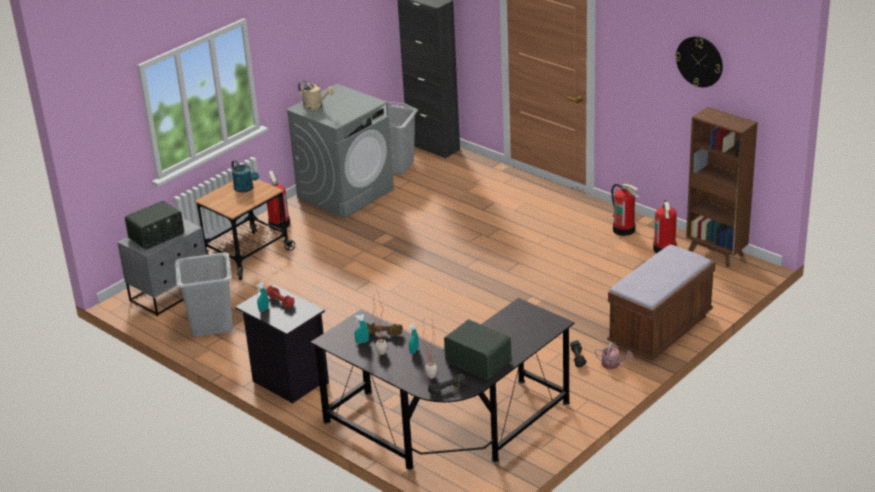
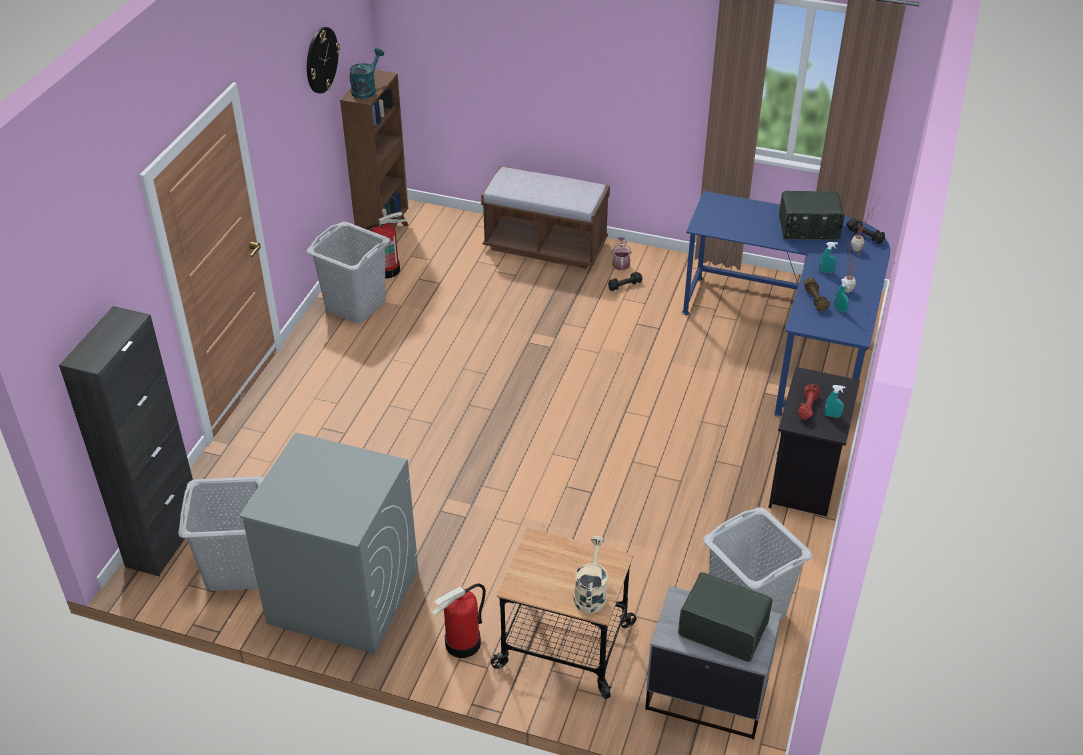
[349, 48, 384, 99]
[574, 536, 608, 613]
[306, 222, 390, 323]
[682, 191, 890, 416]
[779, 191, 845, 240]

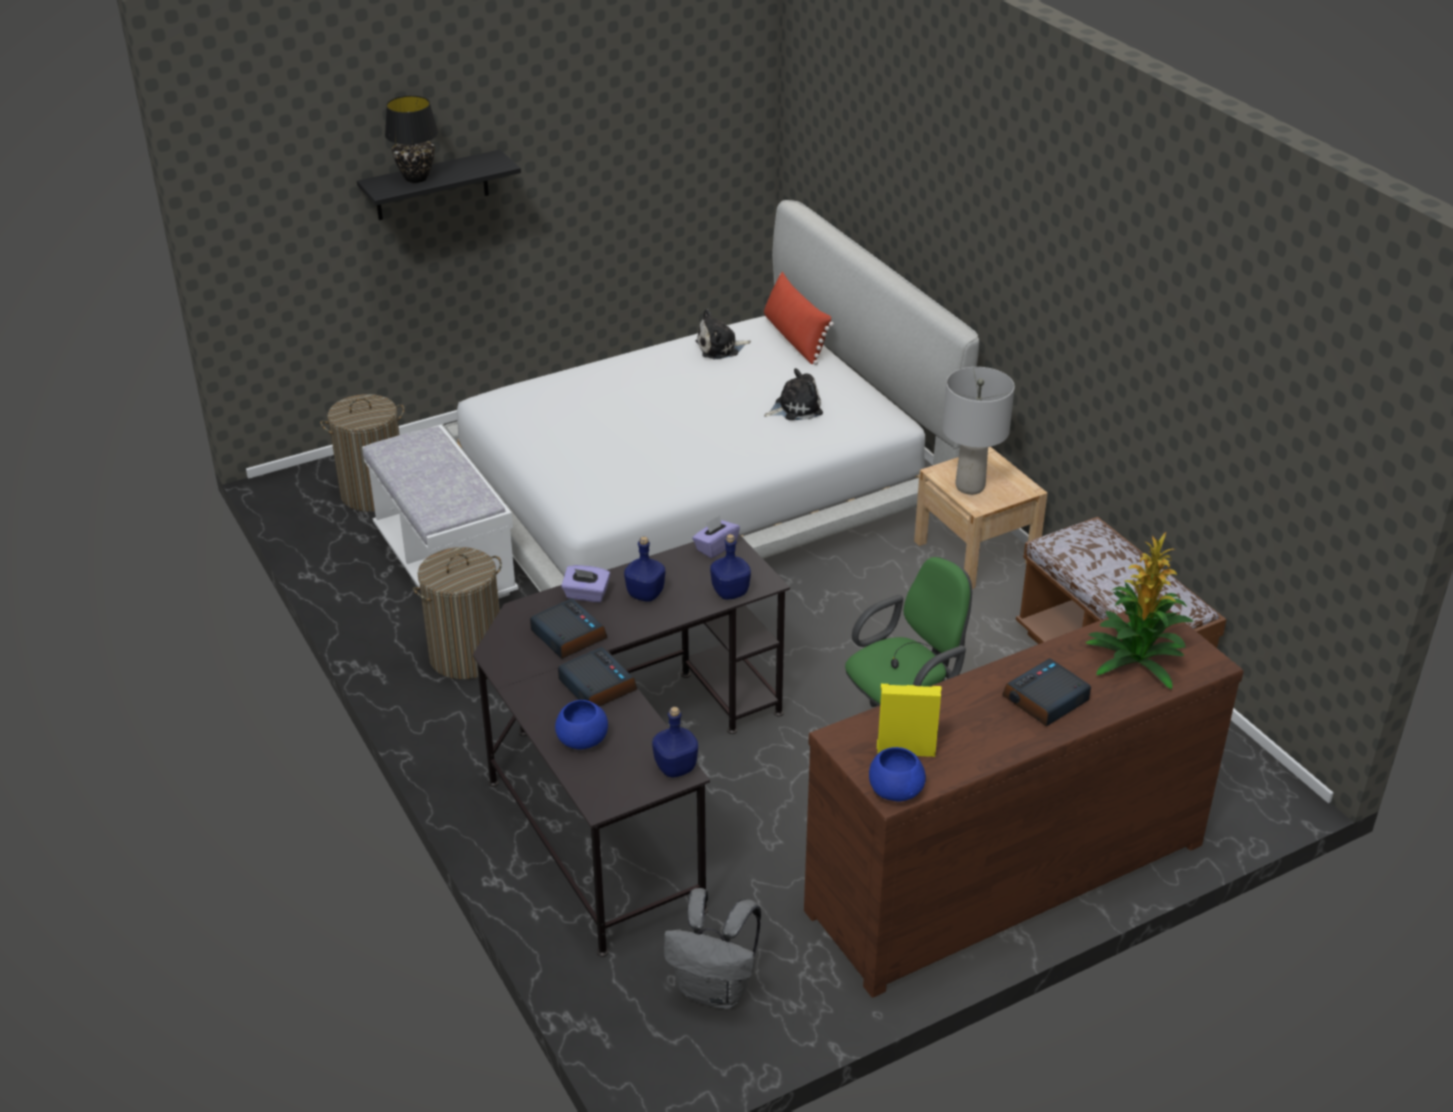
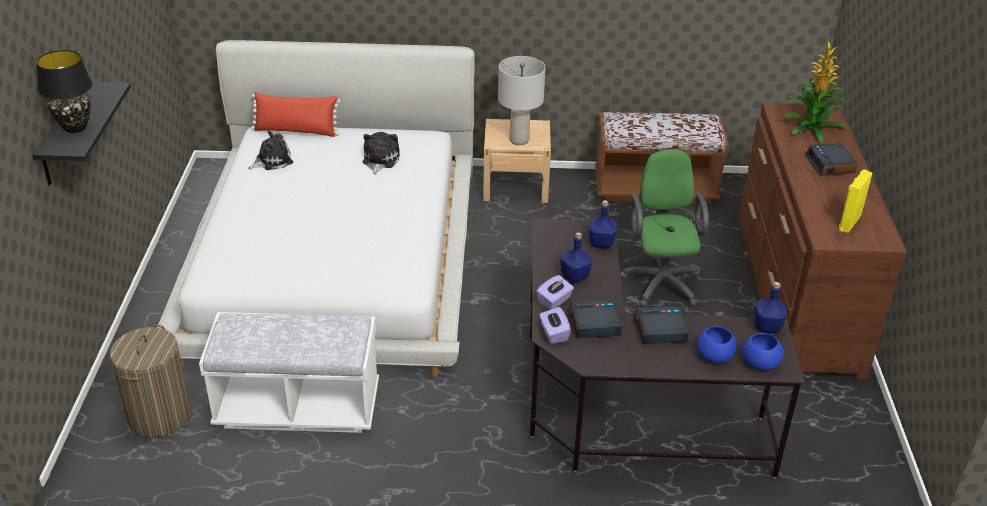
[413, 547, 502, 679] (first image)
[664, 888, 761, 1009] (first image)
[539, 307, 571, 344]
[742, 333, 784, 370]
[248, 130, 293, 170]

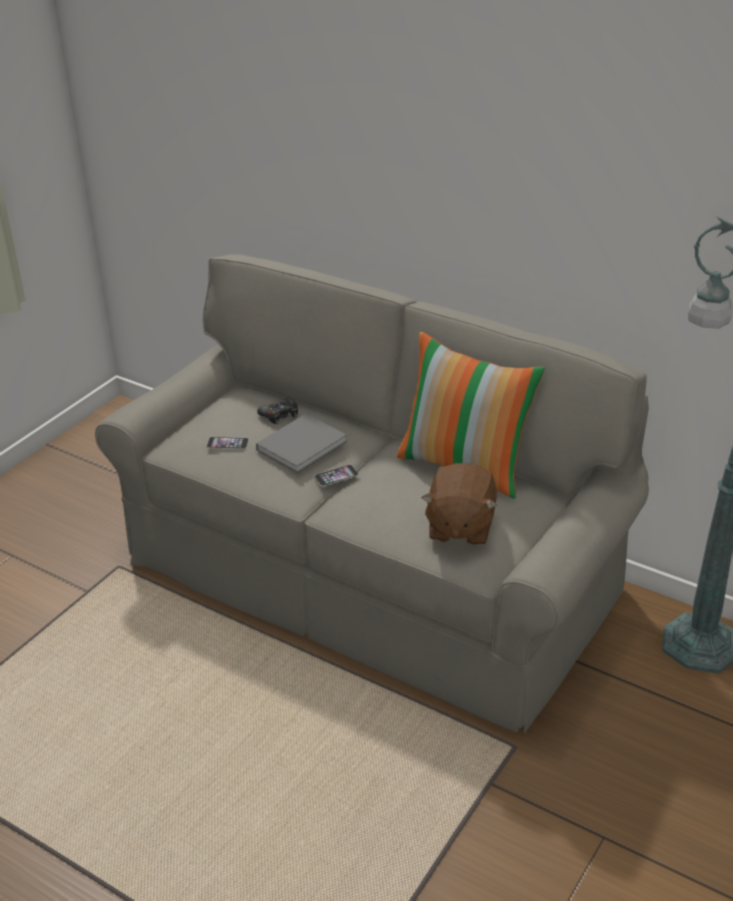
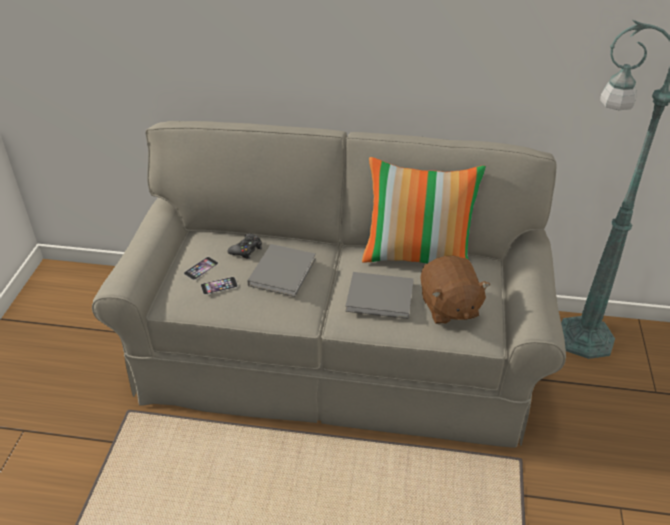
[345, 272, 414, 319]
[184, 257, 218, 280]

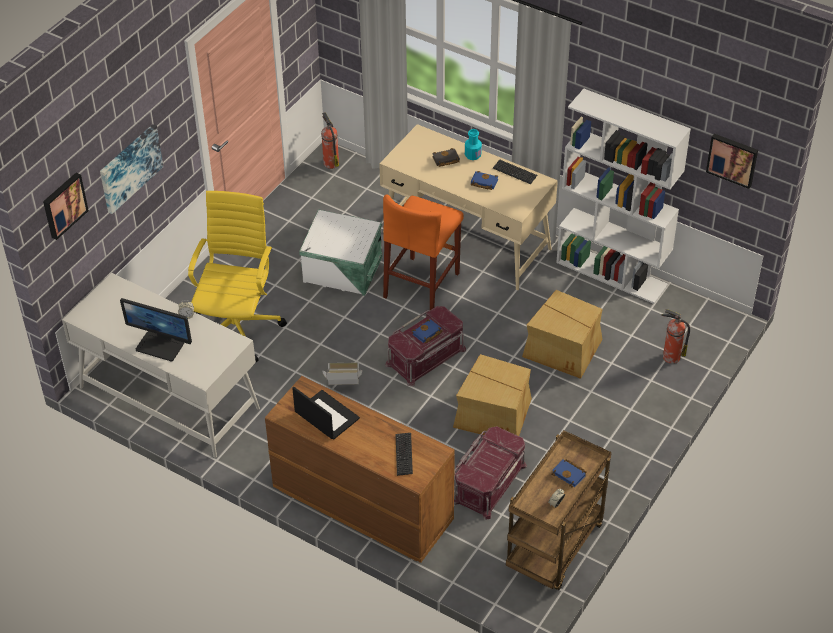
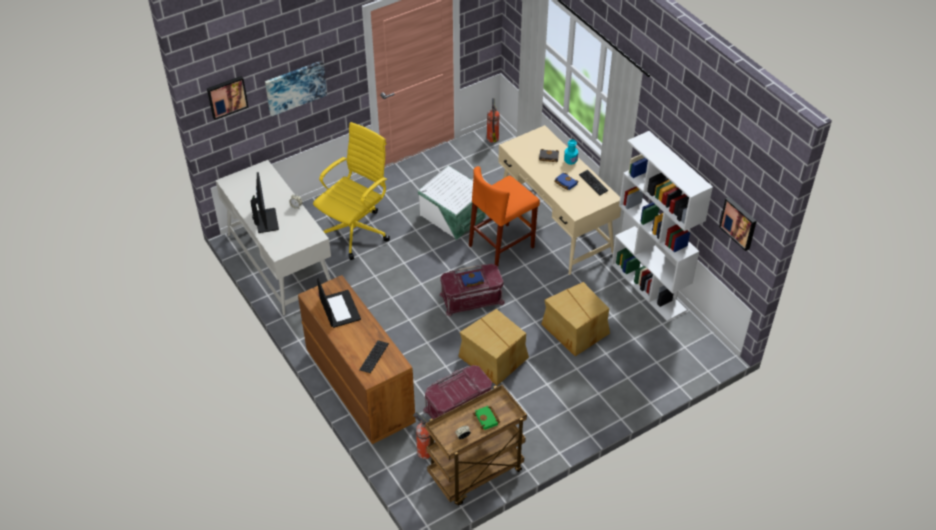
[322, 362, 362, 385] (first image)
[413, 412, 431, 459]
[473, 406, 500, 430]
[251, 172, 279, 233]

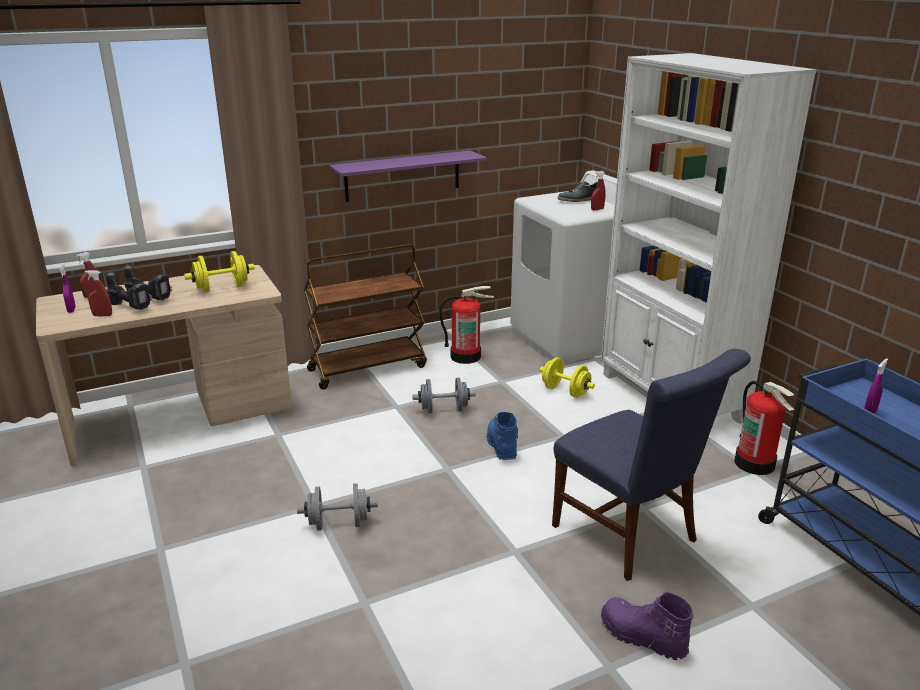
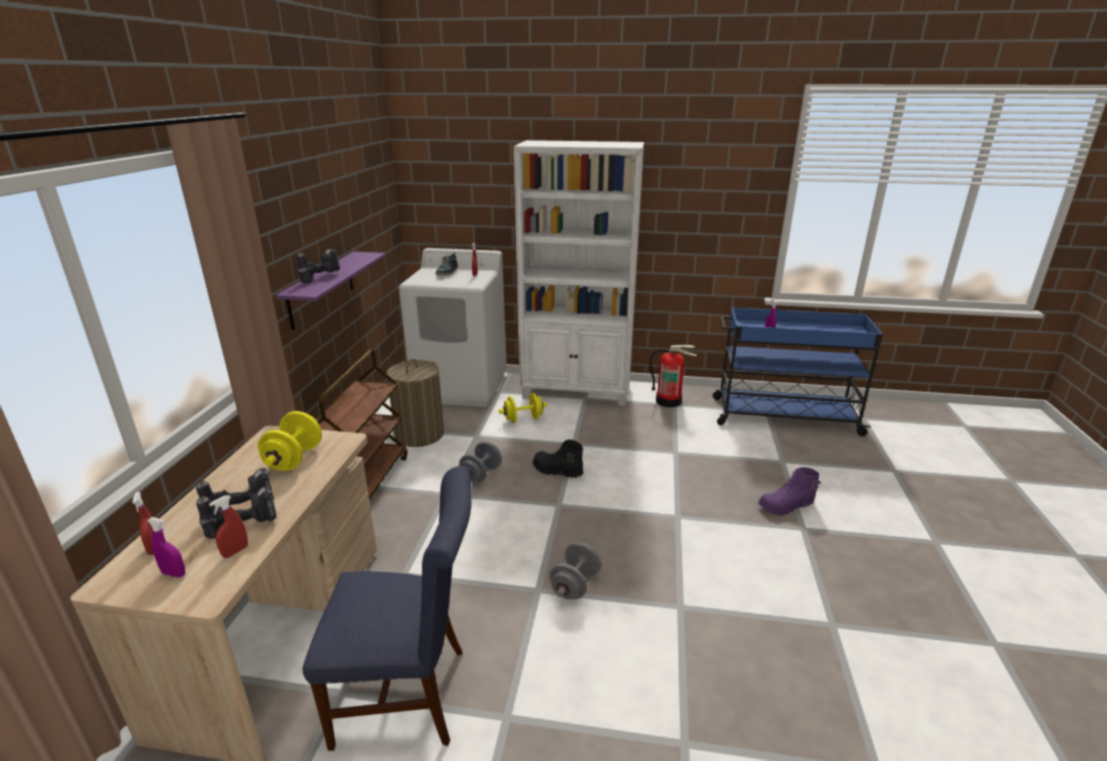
[297, 249, 340, 284]
[303, 466, 472, 751]
[387, 359, 444, 447]
[533, 439, 584, 478]

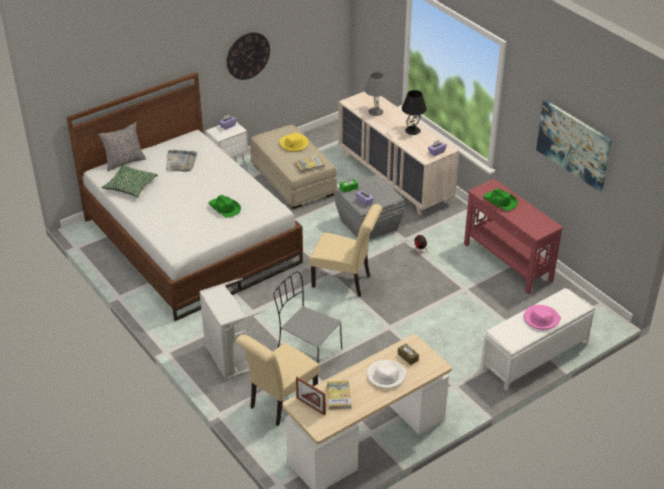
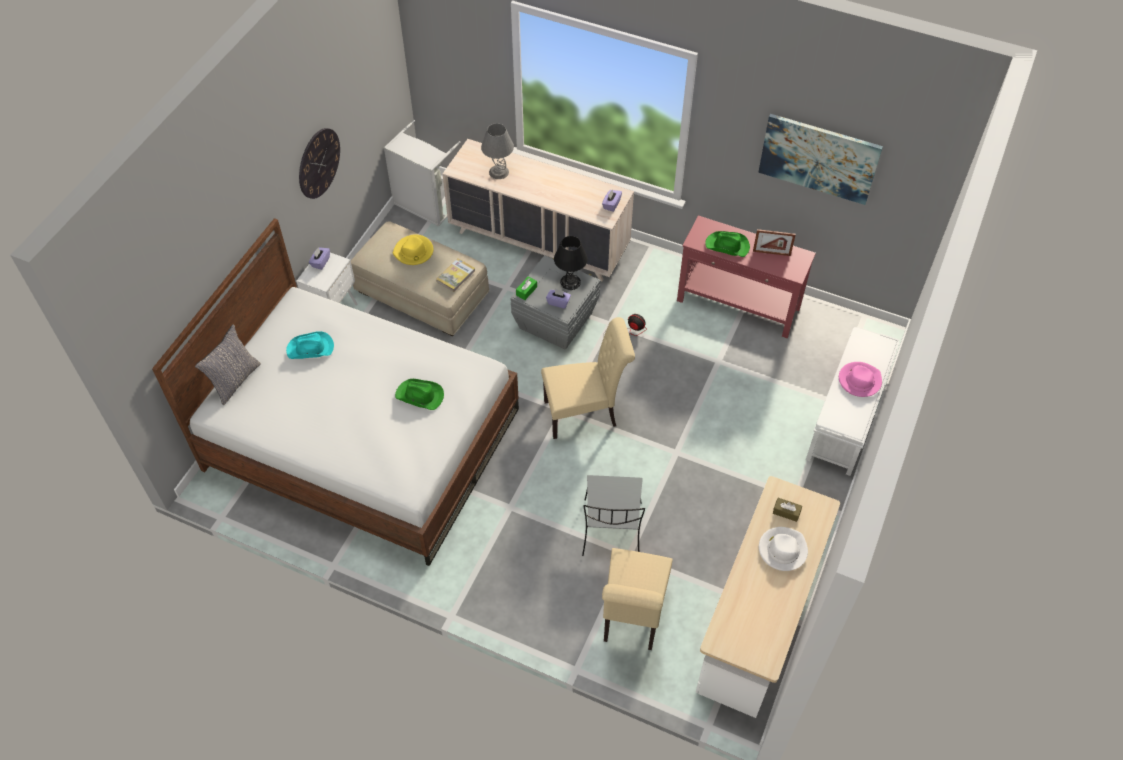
[101, 165, 158, 197] (first image)
[327, 380, 352, 410] (first image)
[384, 120, 461, 226]
[753, 229, 796, 256]
[554, 236, 588, 290]
[286, 331, 334, 359]
[582, 475, 645, 556]

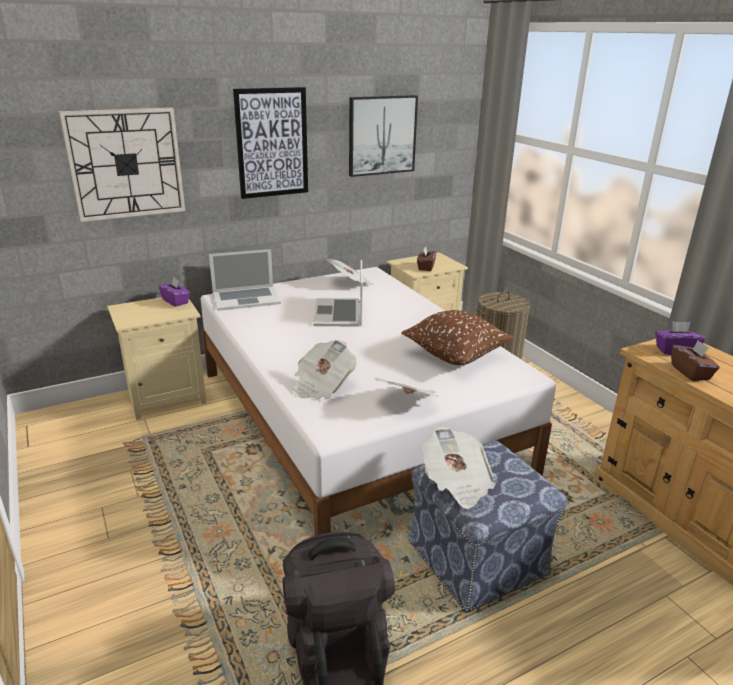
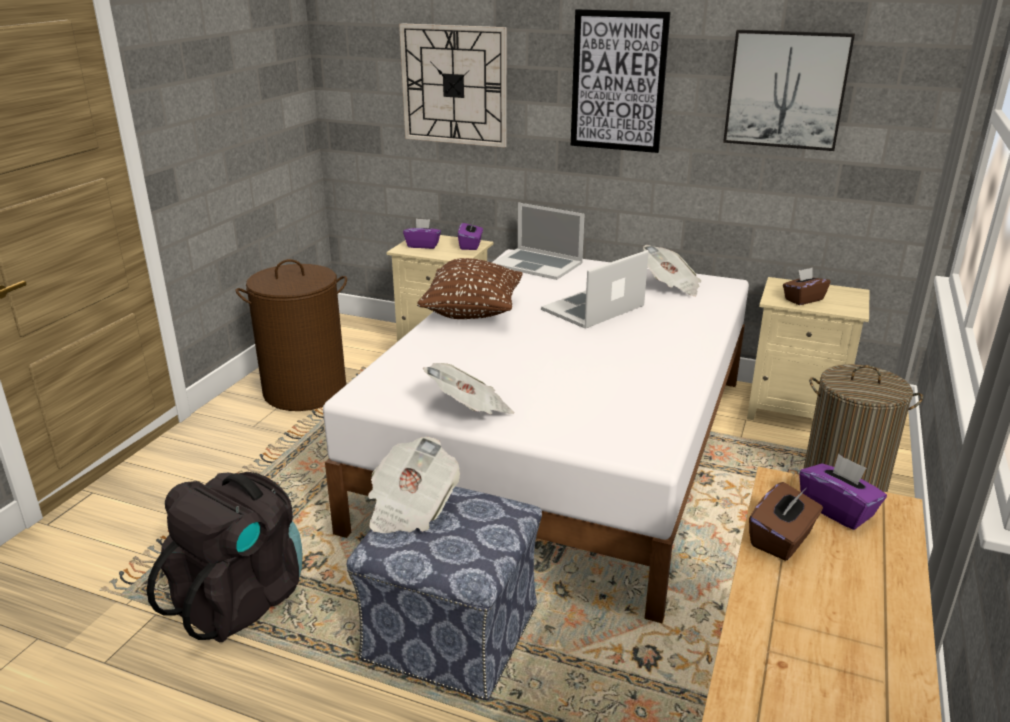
[292, 340, 356, 399] (first image)
[236, 259, 347, 411]
[403, 219, 441, 249]
[417, 258, 522, 319]

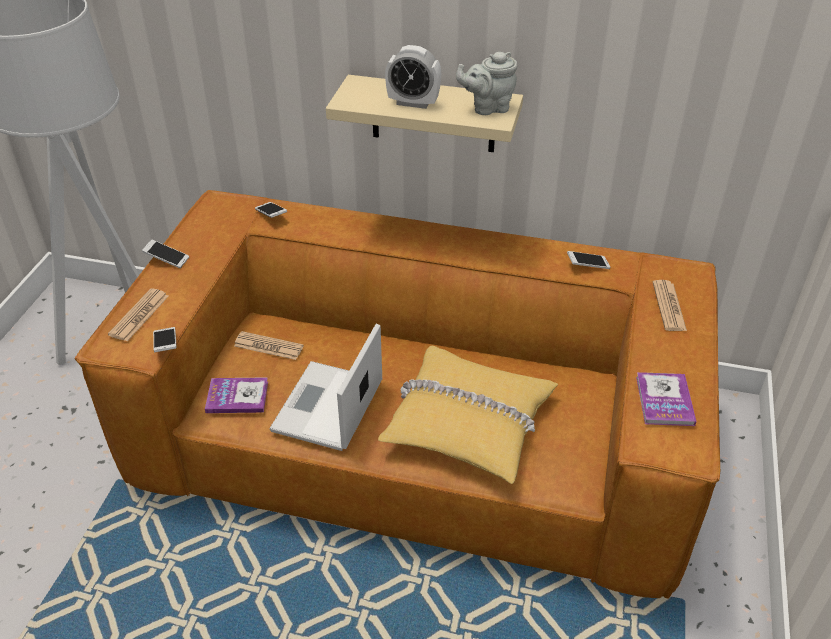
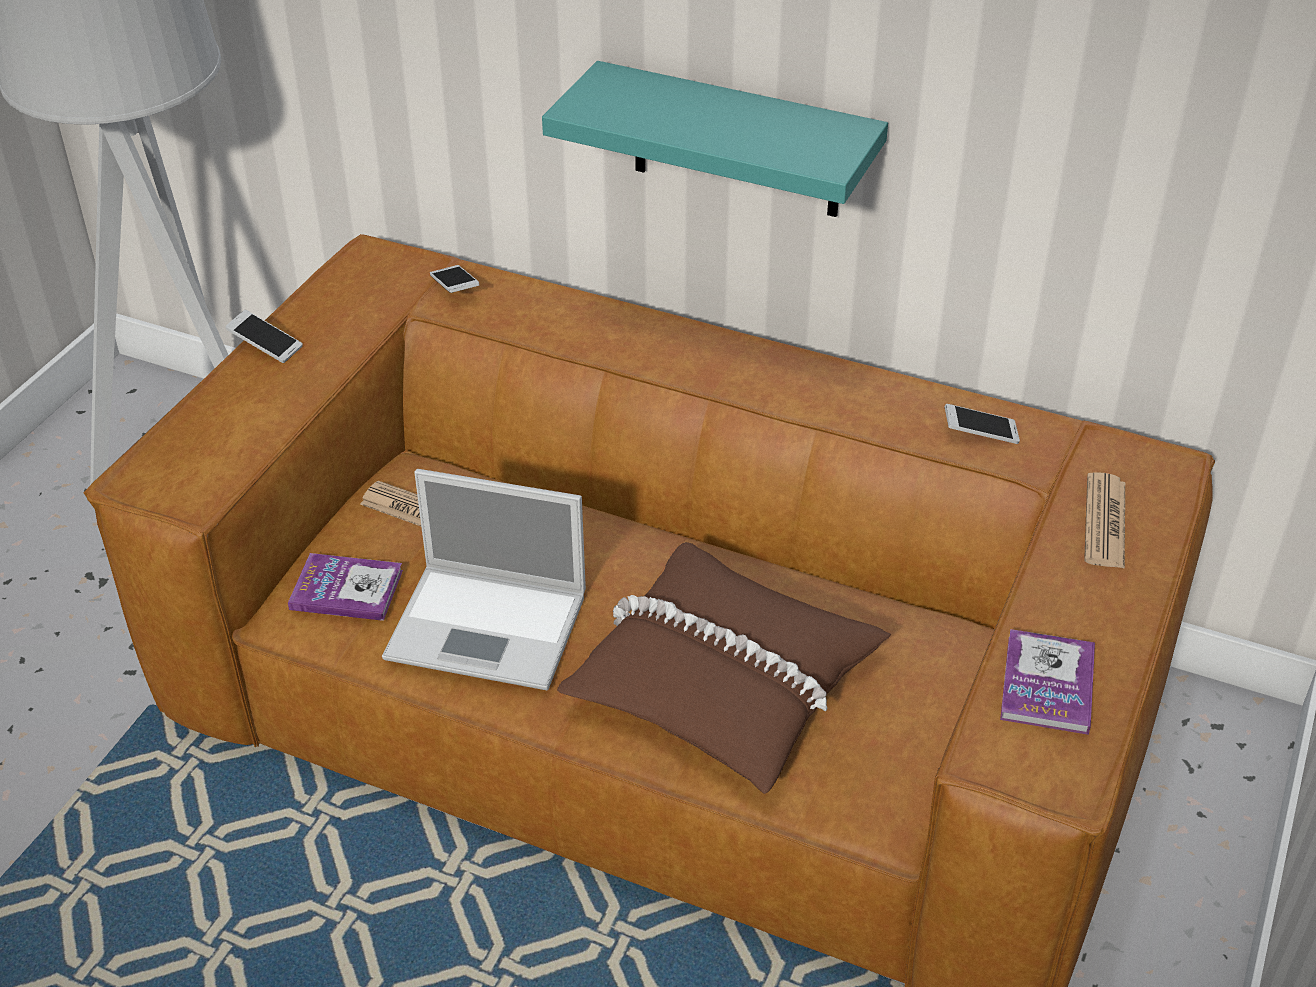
[108, 288, 169, 341] (first image)
[153, 327, 177, 352] (first image)
[385, 45, 441, 109] (first image)
[456, 52, 517, 115] (first image)
[542, 61, 888, 217]
[557, 542, 891, 794]
[382, 469, 586, 691]

